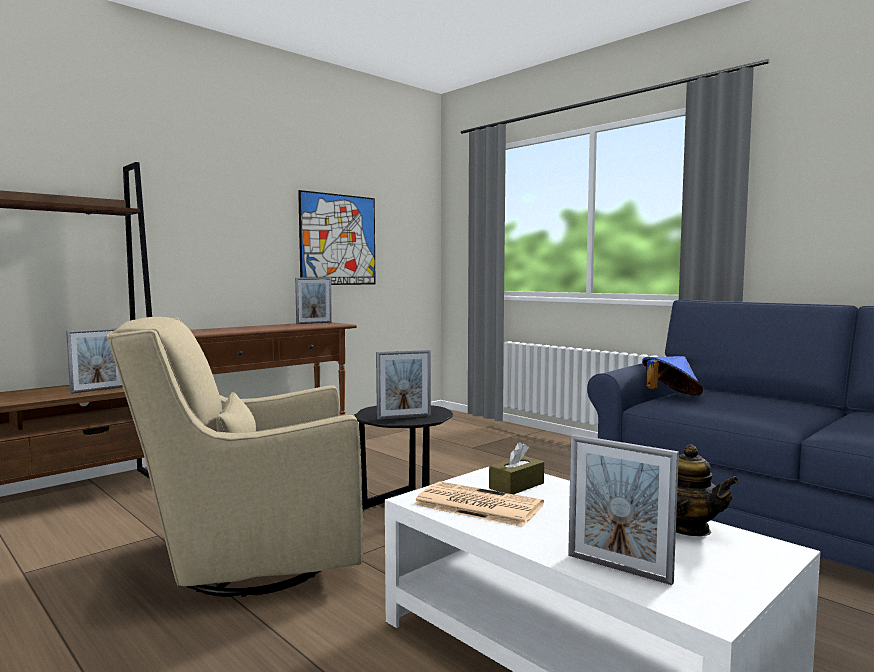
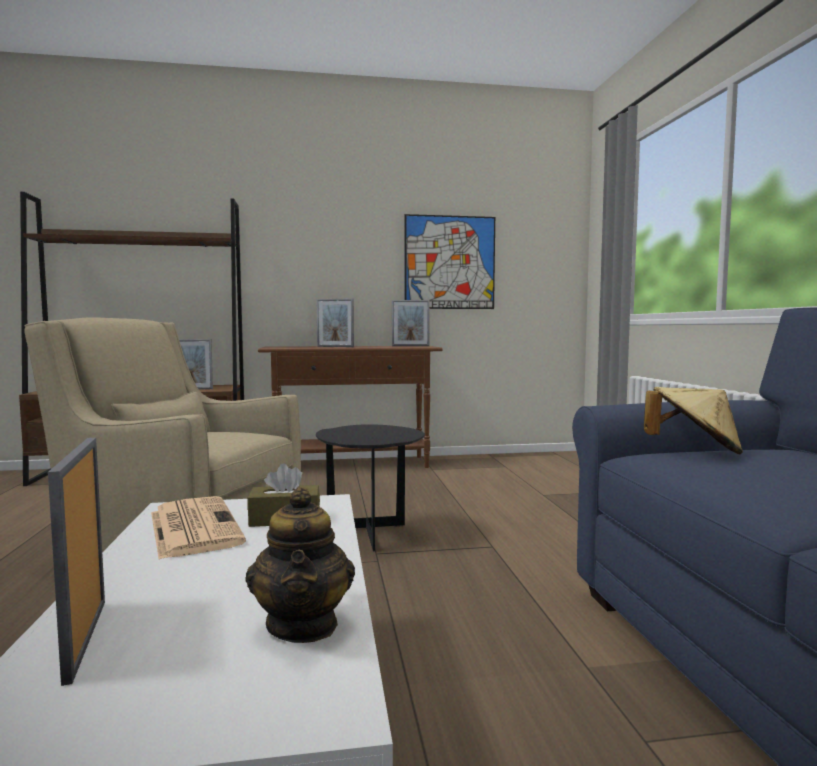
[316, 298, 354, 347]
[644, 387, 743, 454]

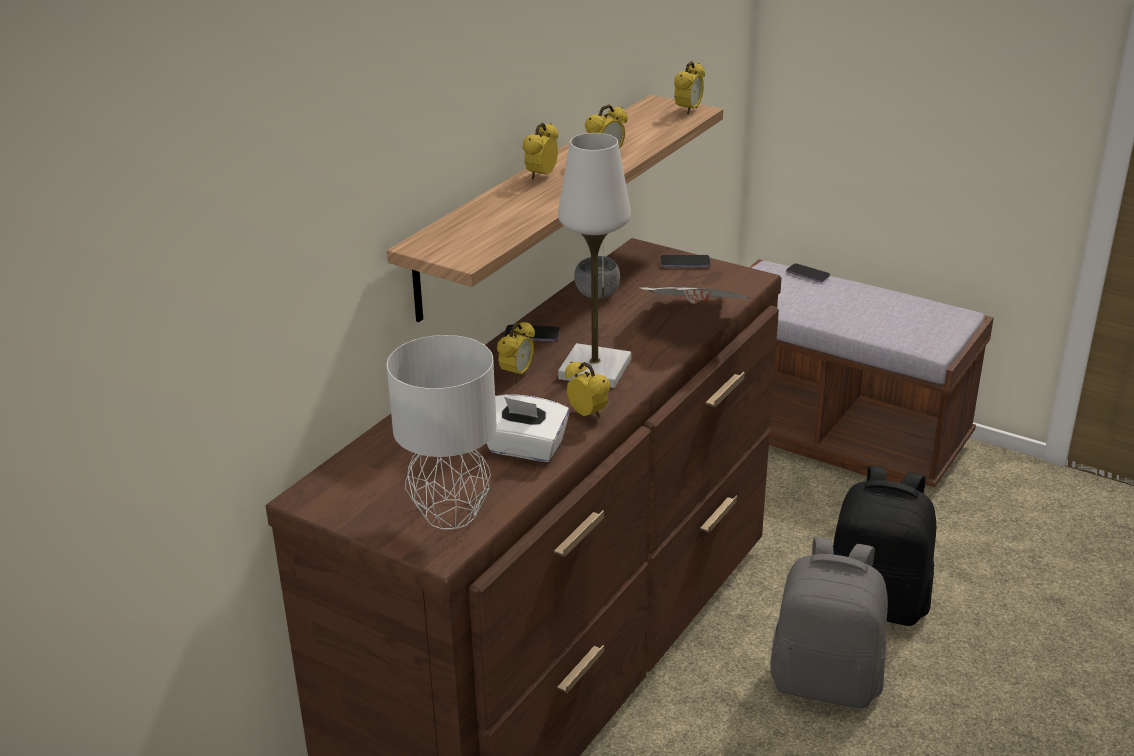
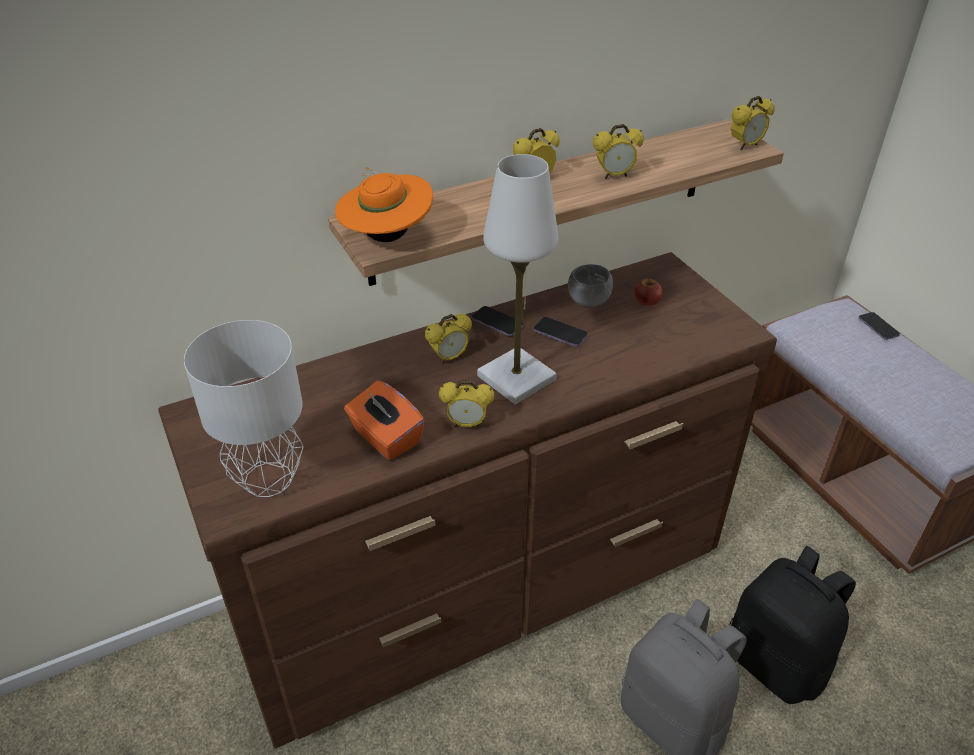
[638, 287, 749, 304] (first image)
[335, 167, 433, 242]
[635, 278, 662, 306]
[534, 317, 588, 347]
[344, 380, 425, 460]
[439, 380, 494, 428]

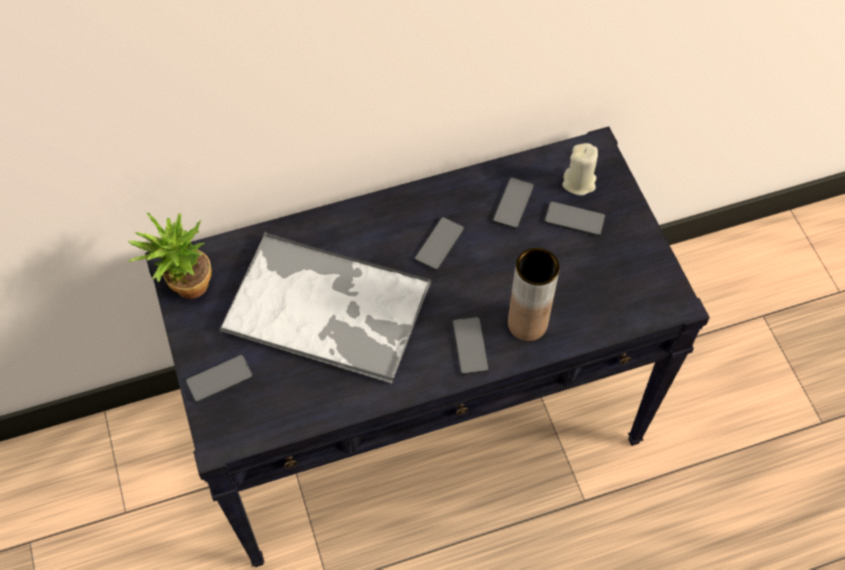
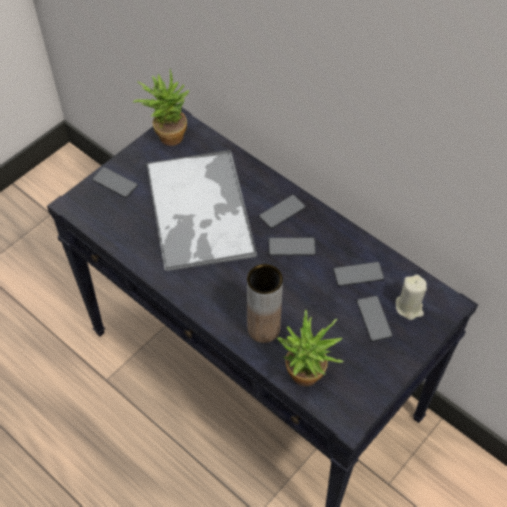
[277, 310, 344, 386]
[259, 195, 306, 229]

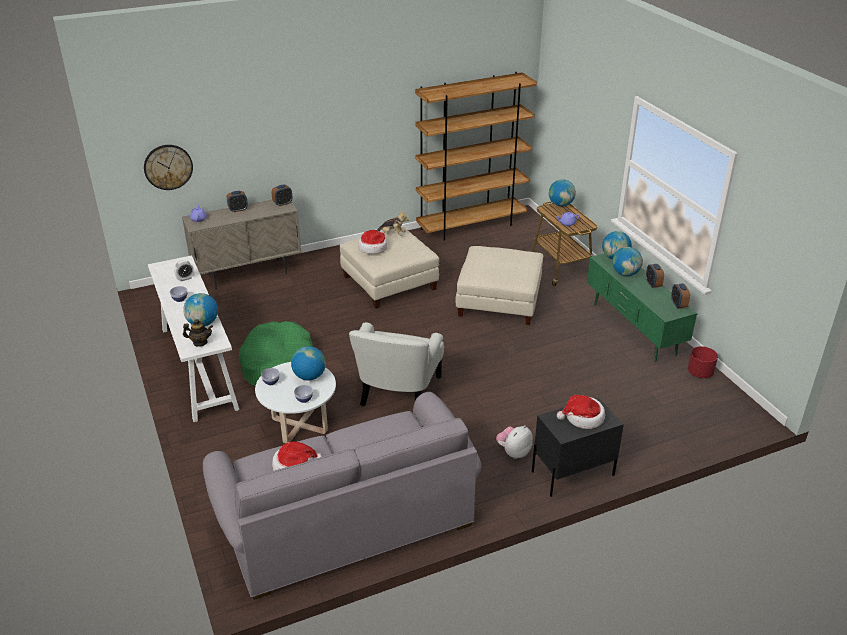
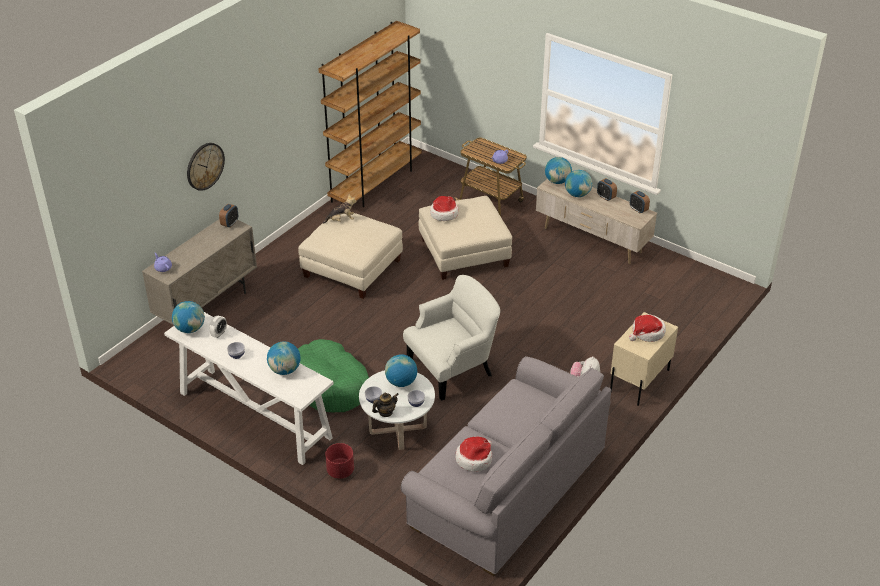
[227, 191, 248, 212] (first image)
[187, 143, 225, 191]
[372, 392, 399, 417]
[430, 196, 459, 221]
[172, 301, 205, 333]
[325, 443, 354, 479]
[610, 312, 678, 406]
[536, 179, 658, 264]
[403, 275, 500, 401]

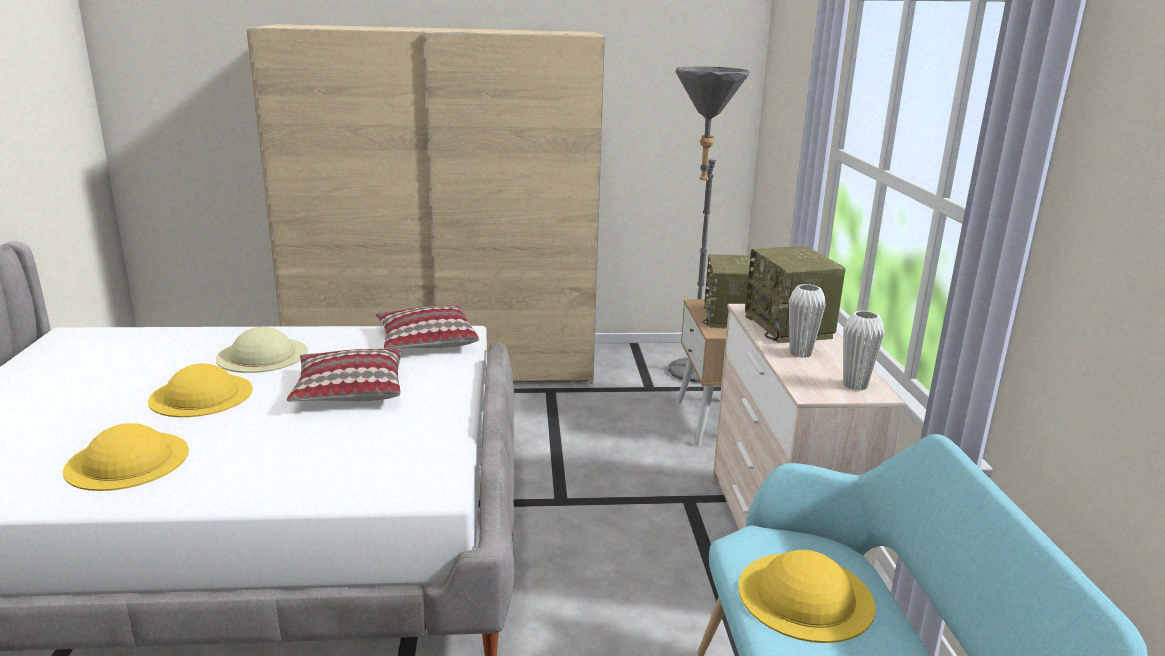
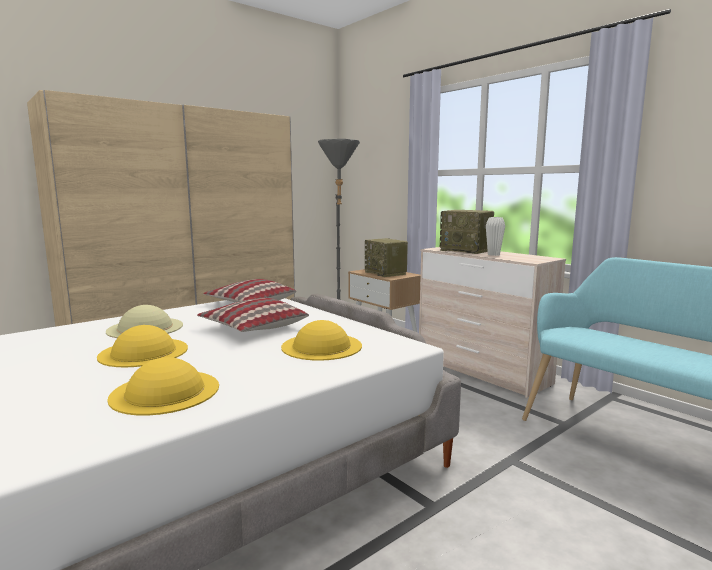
[843, 310, 885, 391] (first image)
[281, 320, 362, 361]

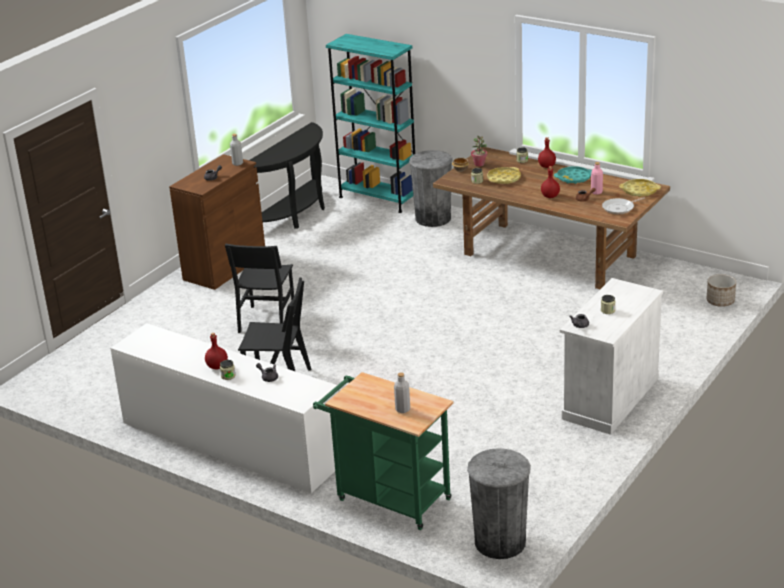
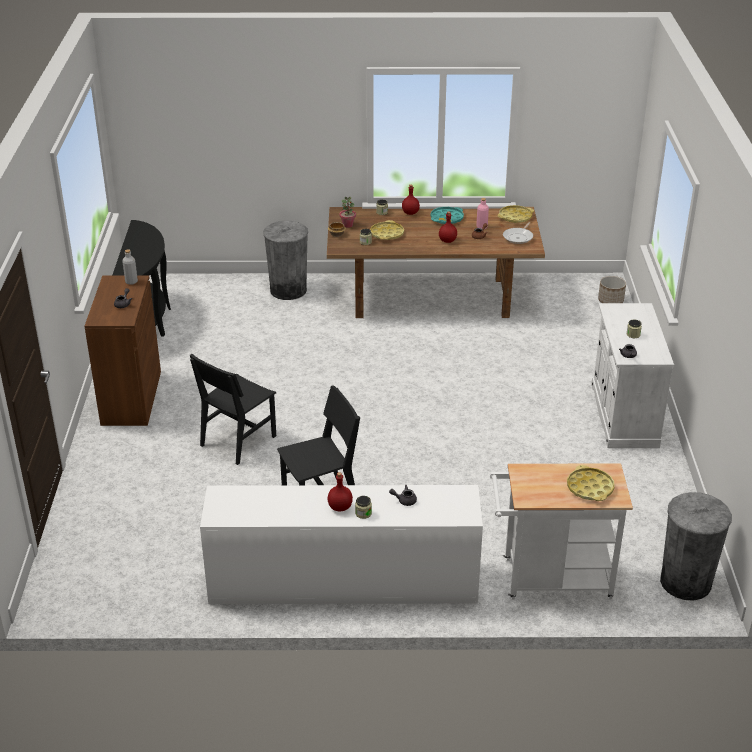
[326, 34, 415, 213] (first image)
[567, 465, 615, 501]
[490, 463, 633, 599]
[190, 354, 276, 465]

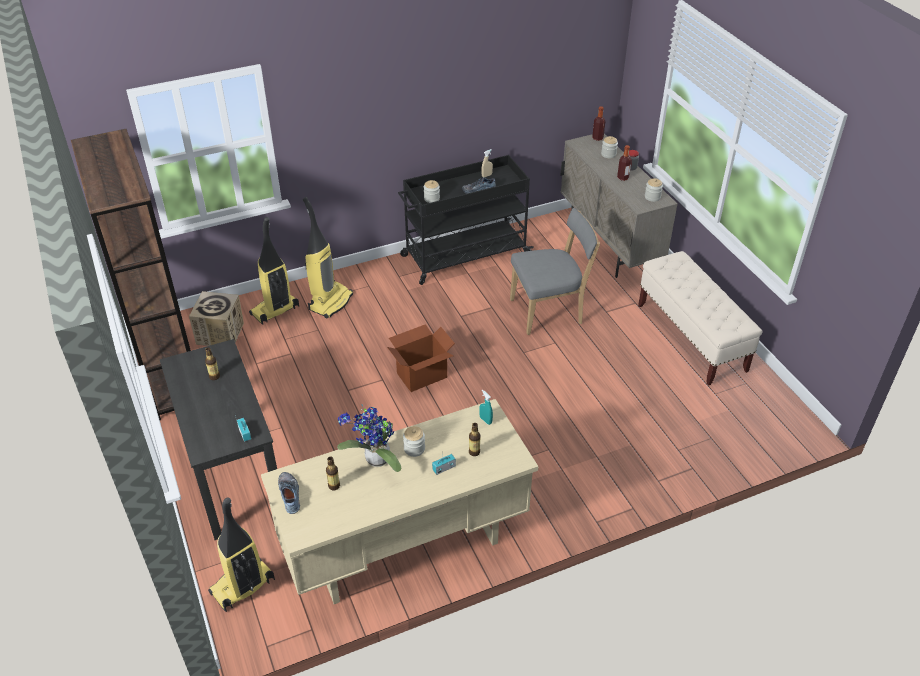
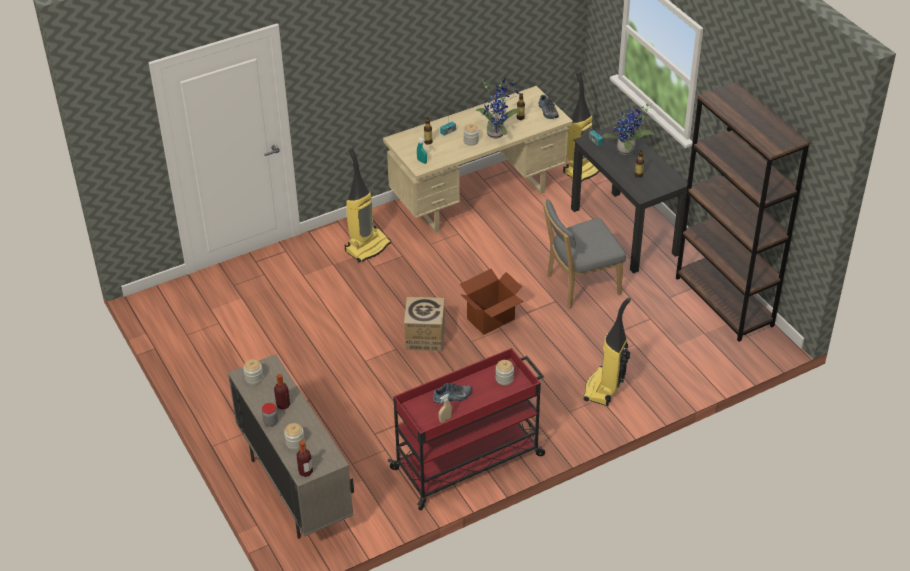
[638, 251, 763, 386] (first image)
[602, 103, 655, 155]
[404, 297, 445, 351]
[345, 148, 391, 263]
[543, 199, 626, 309]
[388, 348, 545, 510]

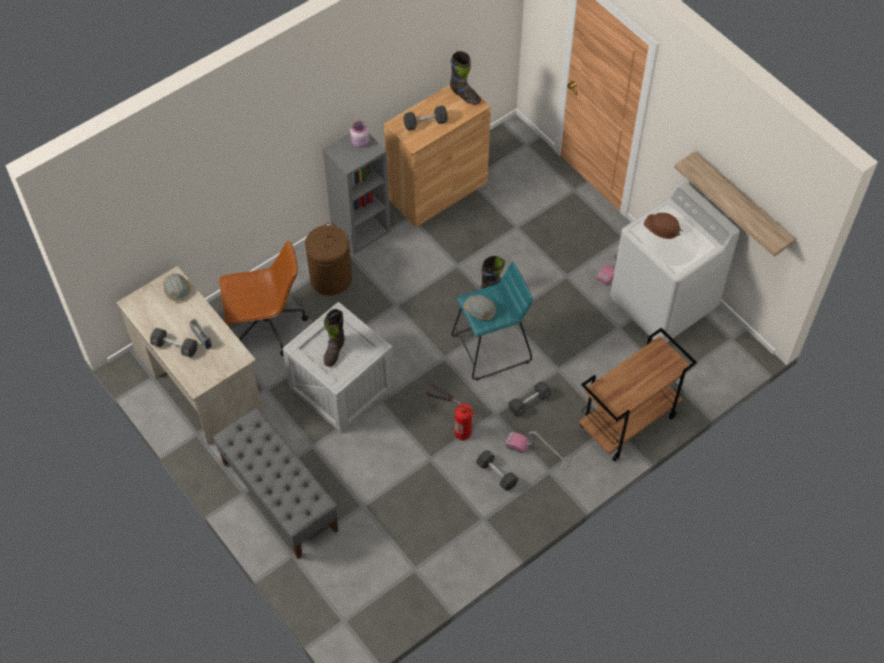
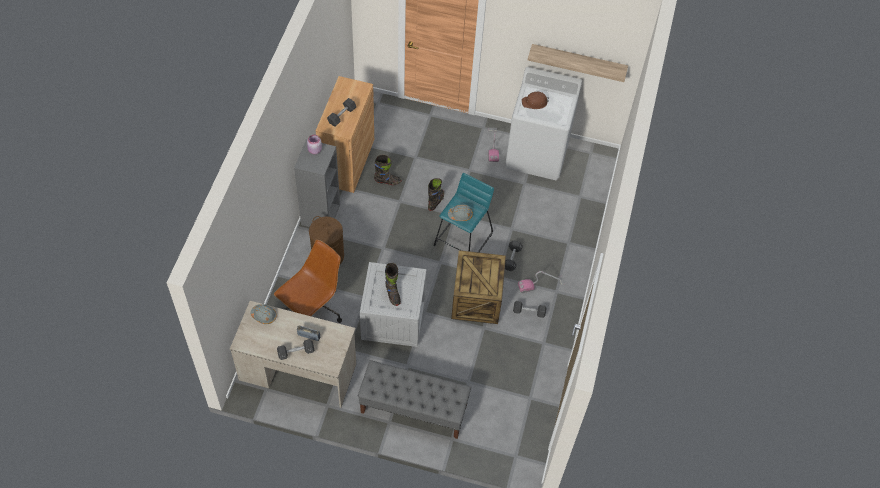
[579, 328, 697, 461] (first image)
[374, 155, 402, 185]
[451, 250, 506, 324]

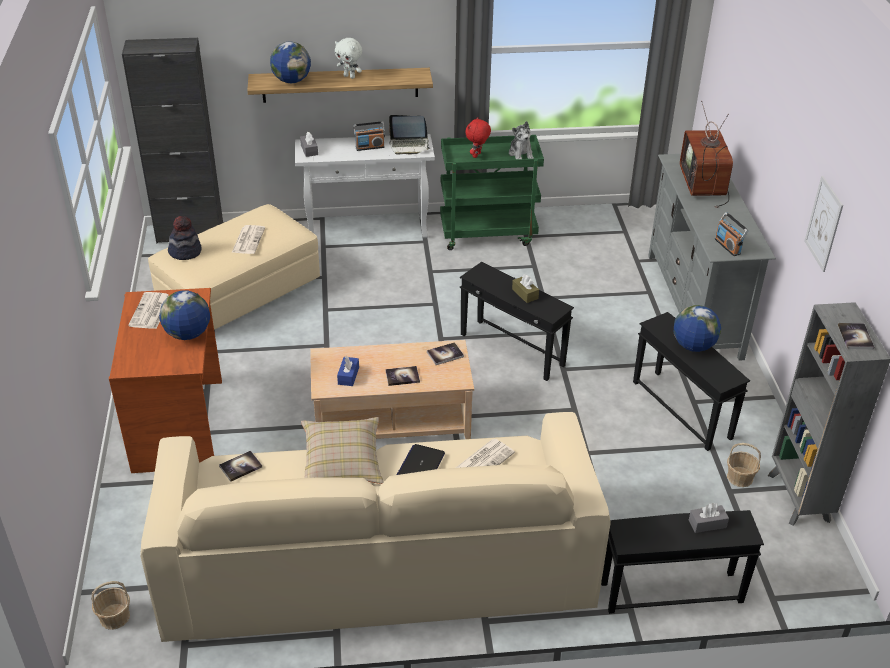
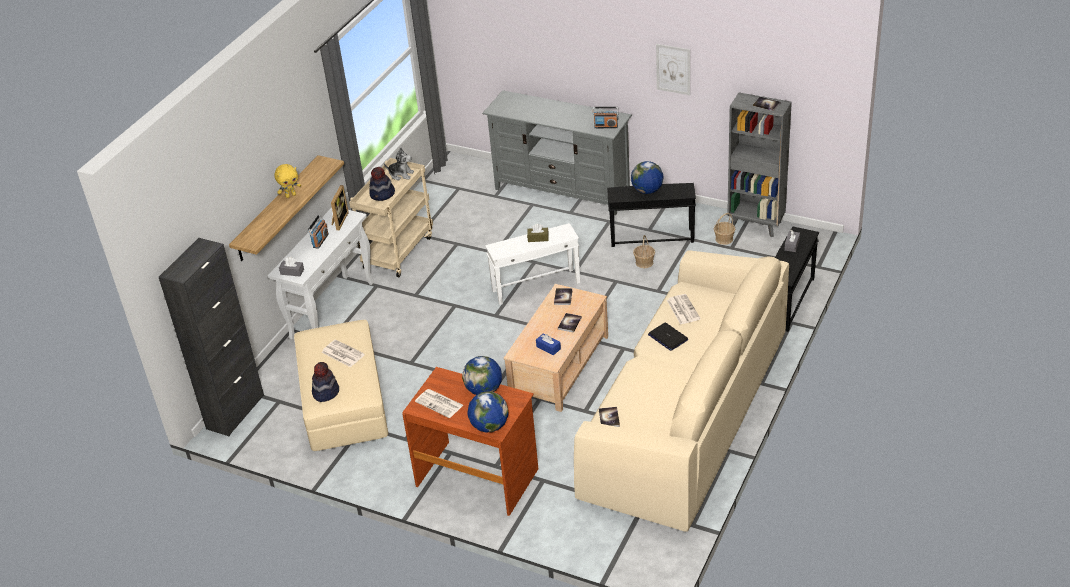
[301, 417, 384, 484] (first image)
[680, 101, 733, 208] (first image)
[633, 235, 655, 268]
[468, 391, 508, 432]
[331, 185, 349, 230]
[369, 167, 395, 201]
[274, 164, 301, 198]
[349, 158, 433, 277]
[485, 223, 580, 305]

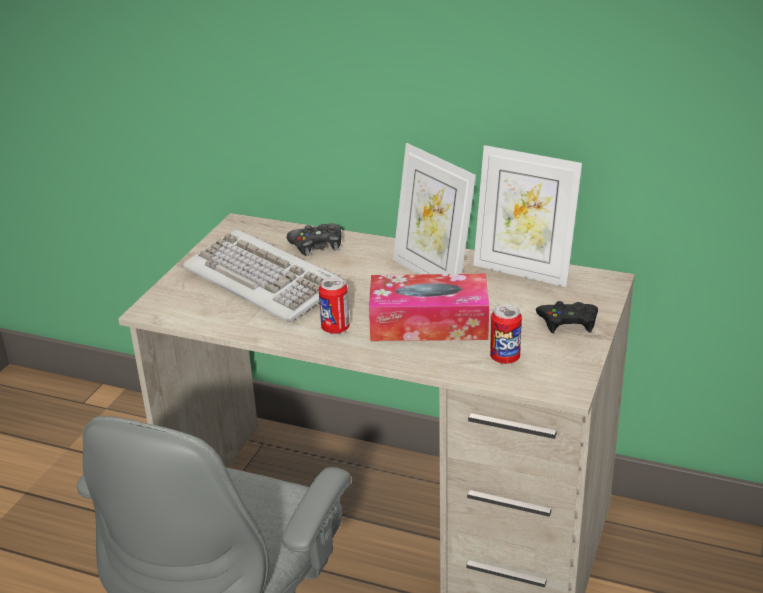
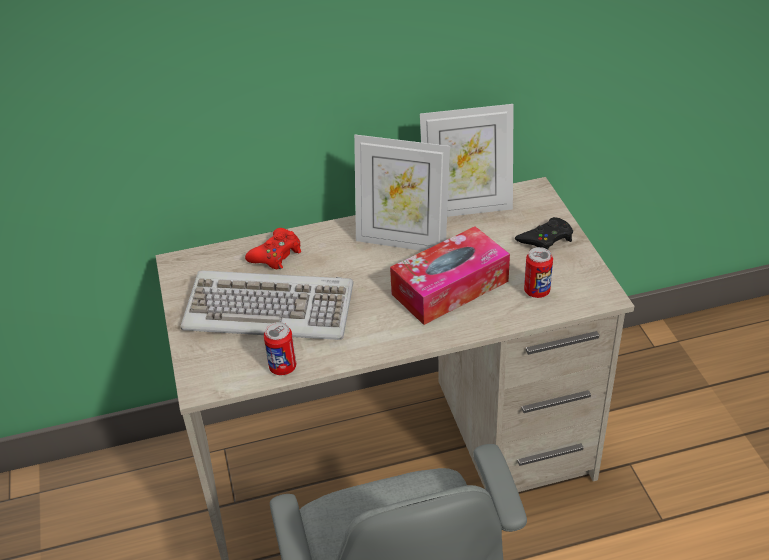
[264, 322, 296, 375]
[245, 228, 301, 269]

